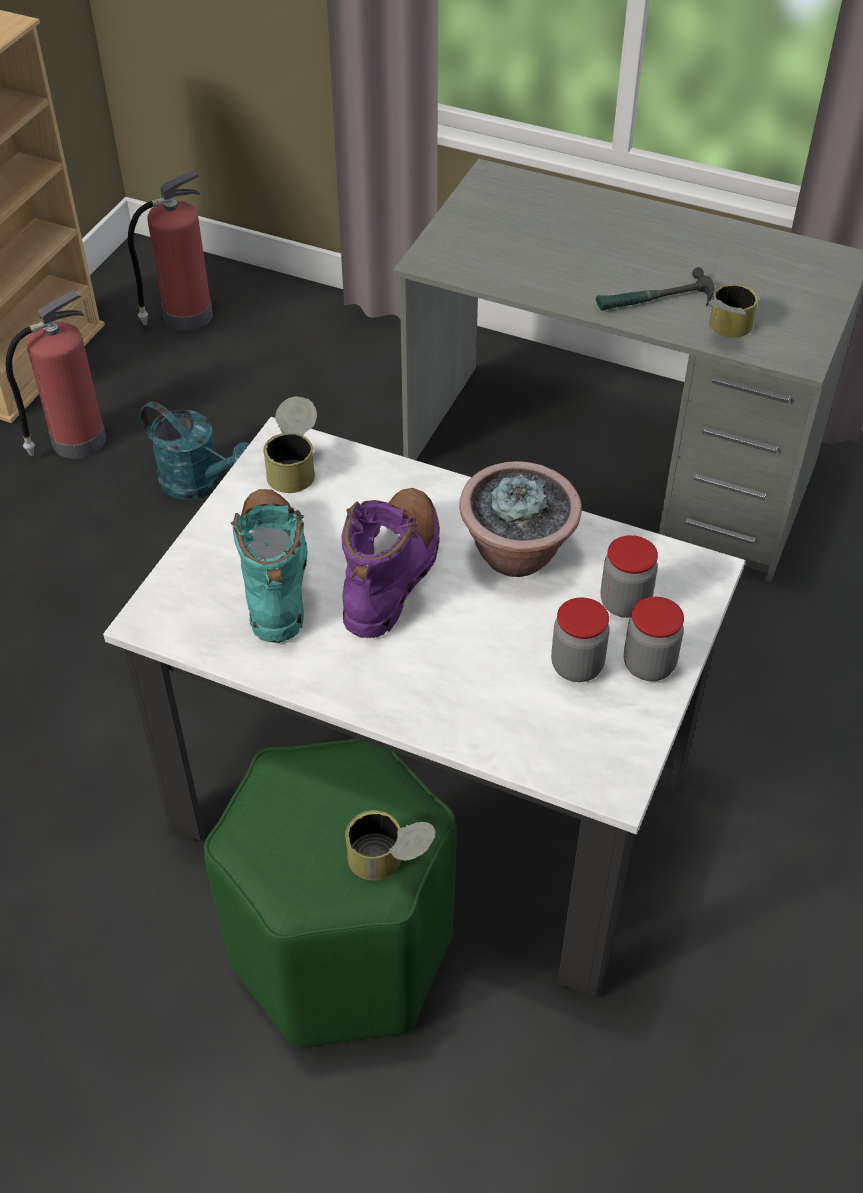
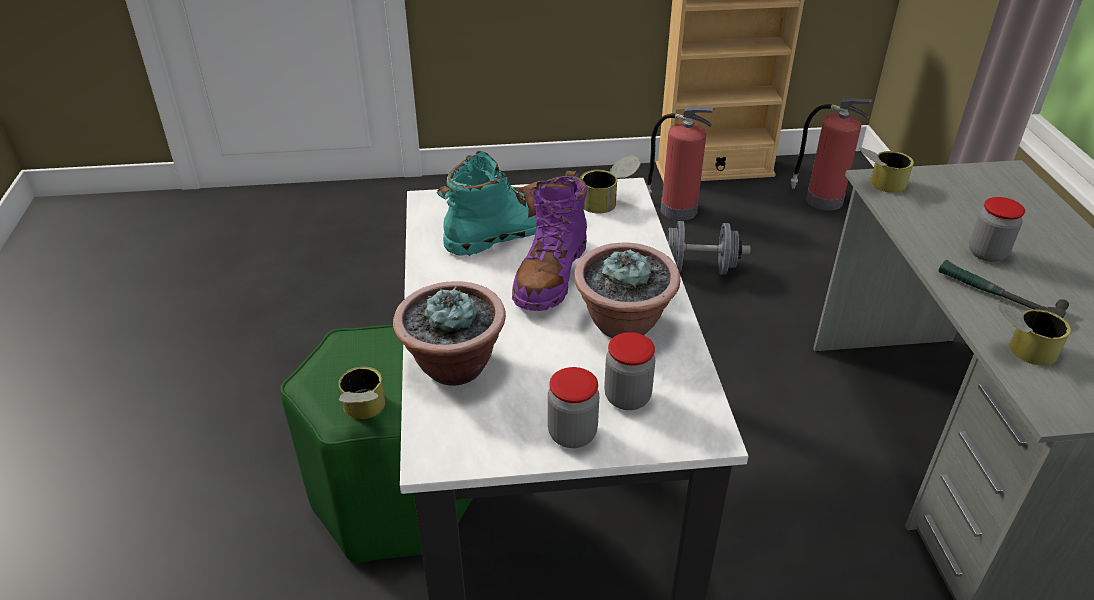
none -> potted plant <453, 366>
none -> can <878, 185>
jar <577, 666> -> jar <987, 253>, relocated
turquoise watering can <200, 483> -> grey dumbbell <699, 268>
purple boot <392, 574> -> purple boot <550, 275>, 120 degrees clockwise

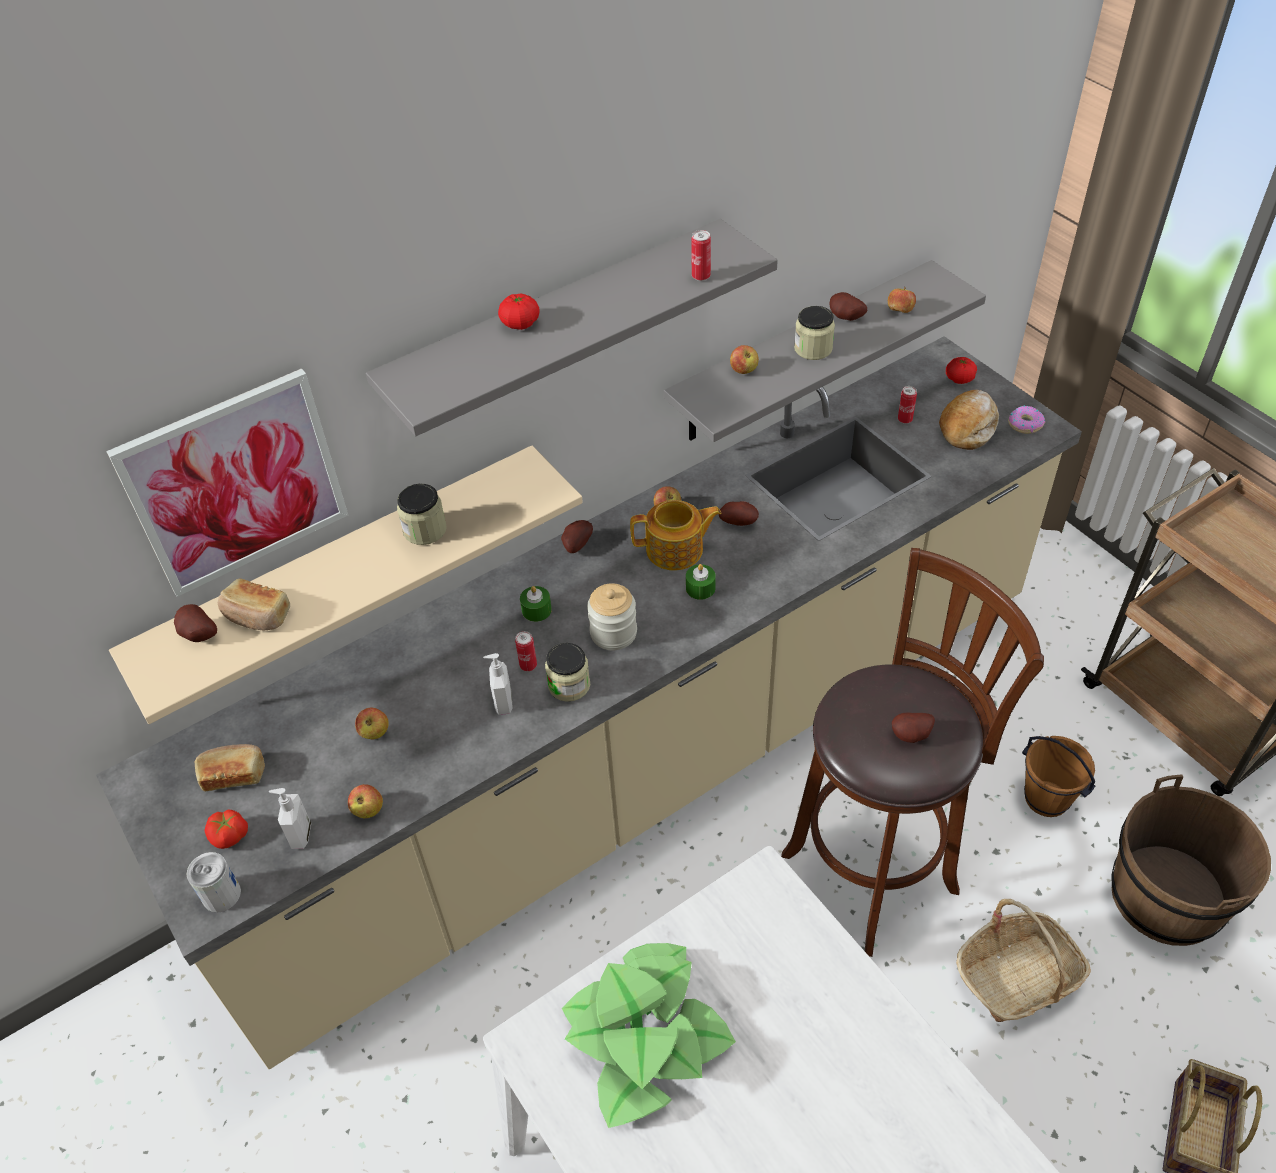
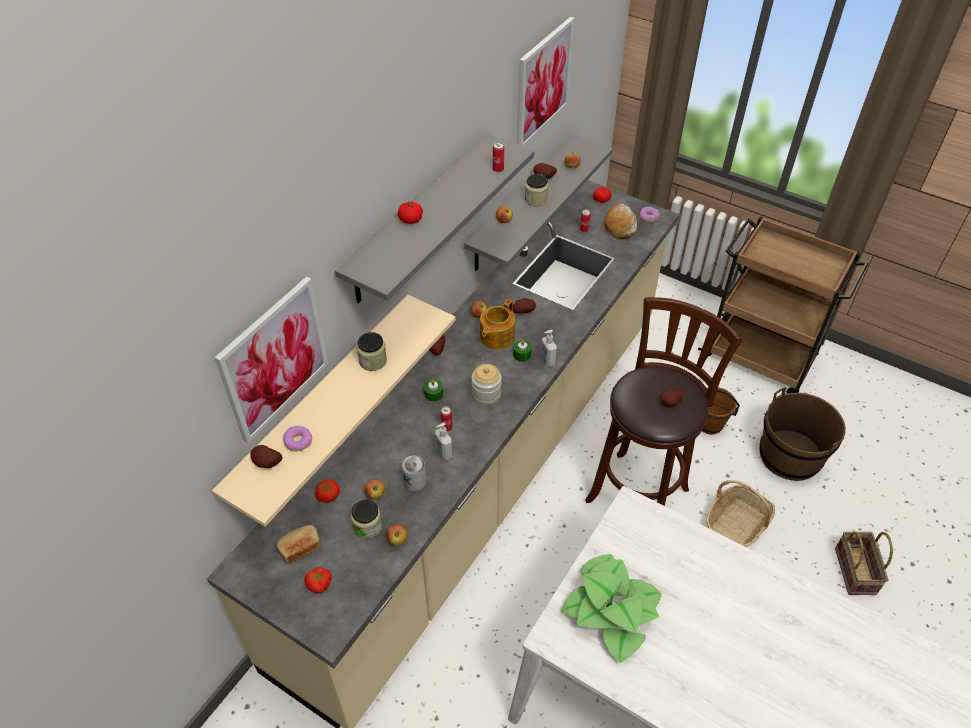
none -> tomato <328, 495>
none -> picture <543, 82>
can <221, 894> -> can <415, 481>, relocated
soap dispenser <300, 835> -> soap dispenser <547, 361>, relocated
jar <569, 685> -> jar <367, 526>, relocated
bread <257, 615> -> donut <298, 441>
teapot <676, 550> -> teapot <496, 337>, 150 degrees clockwise

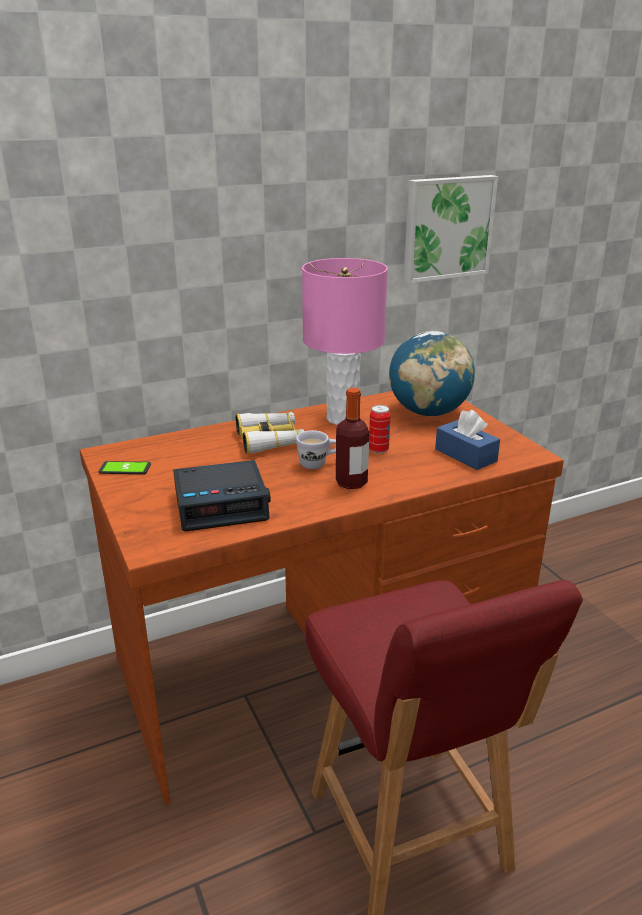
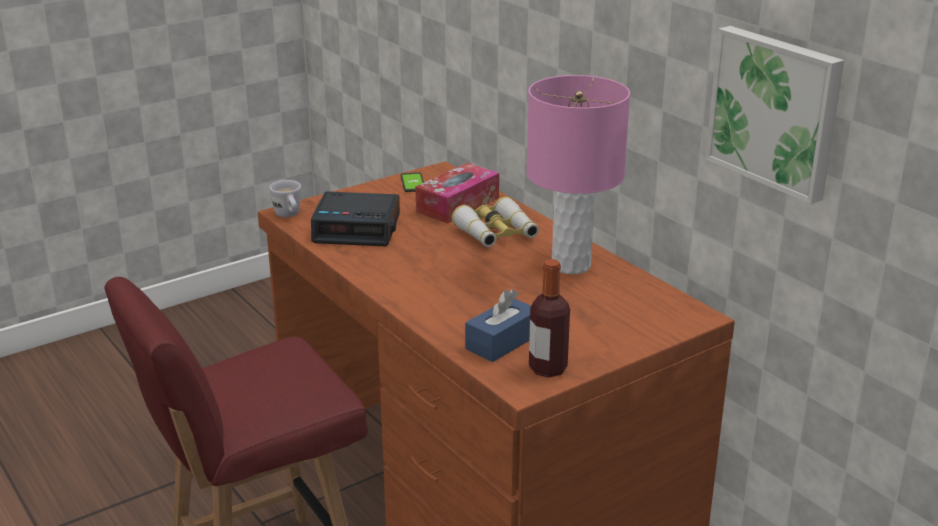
can <378, 450> -> none
globe <428, 412> -> none
none -> tissue box <458, 204>
white mug <318, 464> -> white mug <289, 216>, relocated
bottle <351, 483> -> bottle <547, 368>, relocated
alarm clock <222, 505> -> alarm clock <358, 228>, 60 degrees counterclockwise

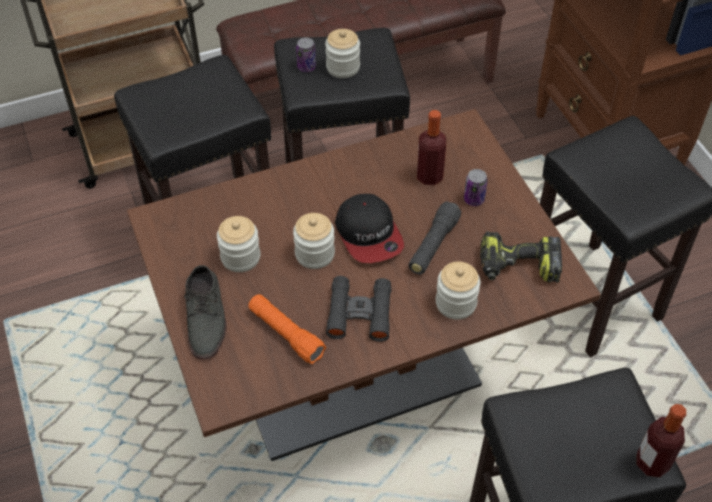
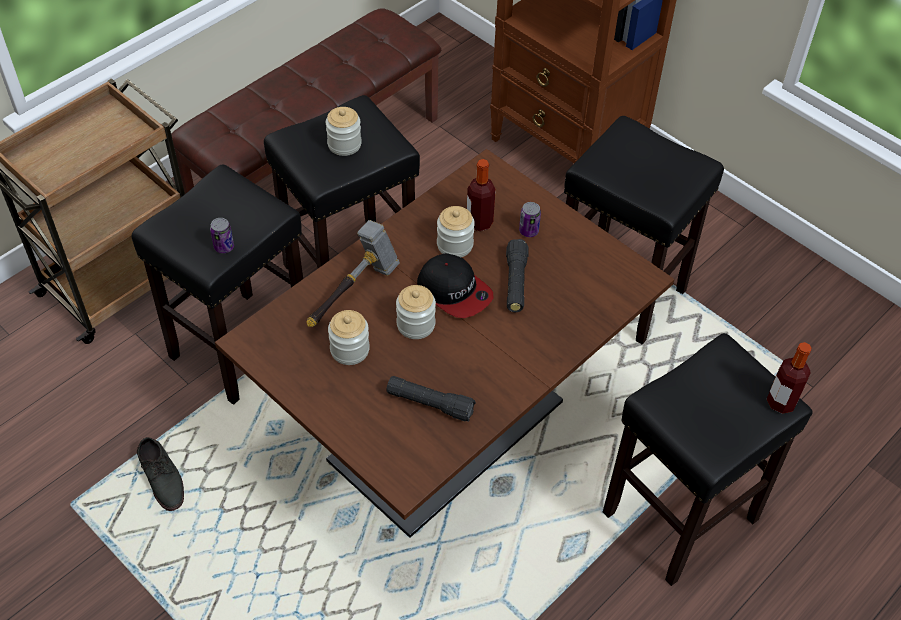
black binoculars <359, 313> -> none
power drill <518, 267> -> none
none -> hammer <353, 293>
grey shoe <206, 317> -> grey shoe <162, 477>, relocated
can <306, 67> -> can <224, 247>, relocated
jar <456, 303> -> jar <455, 245>, relocated
orange flashlight <286, 334> -> black flashlight <430, 404>

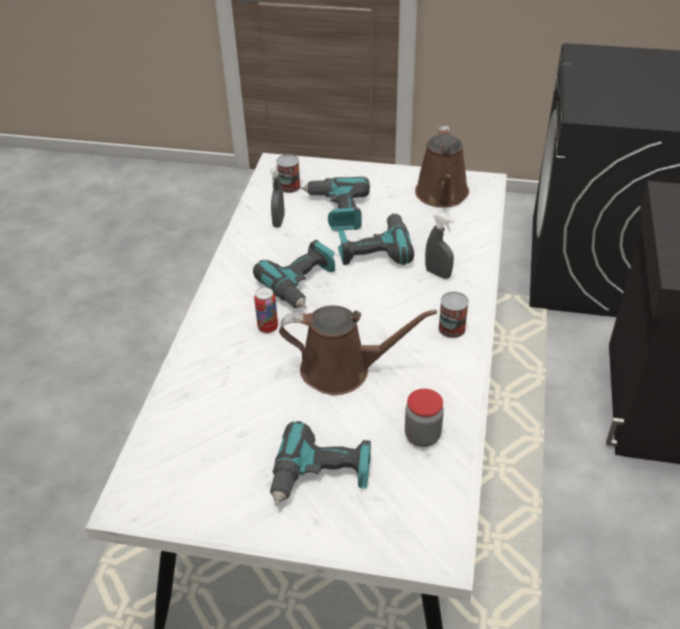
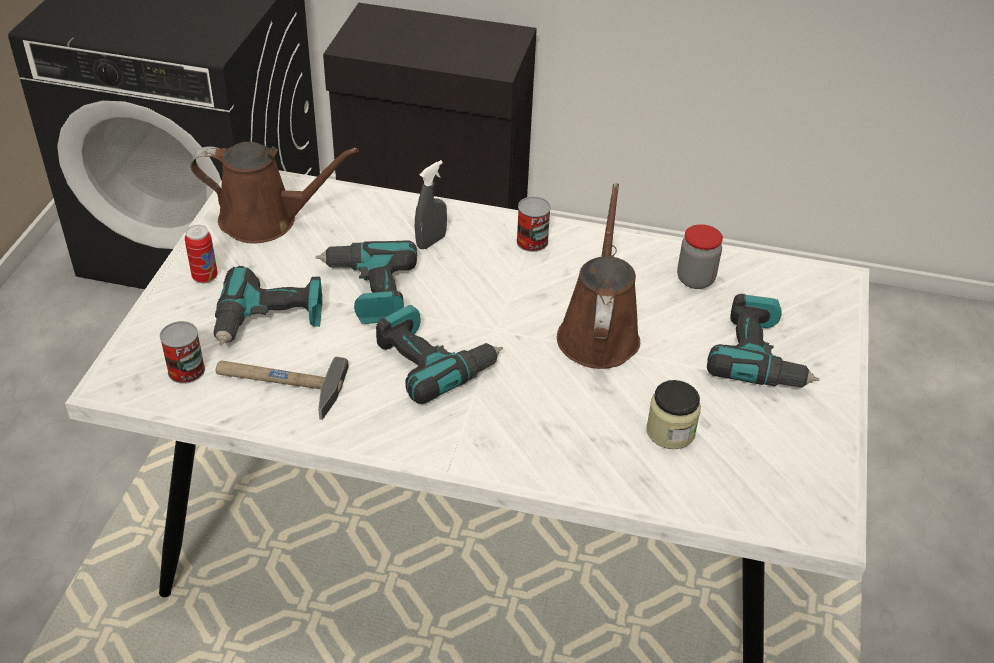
none -> jar <670, 432>
can <268, 327> -> can <205, 277>, relocated
grey spray bottle <278, 221> -> hammer <278, 384>

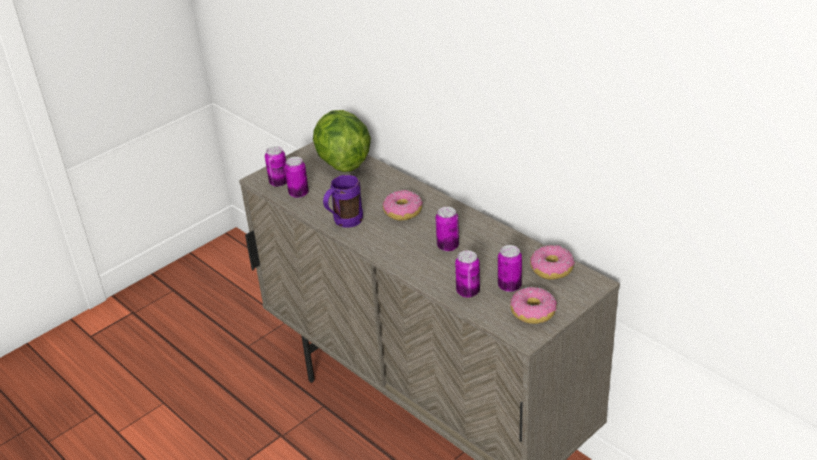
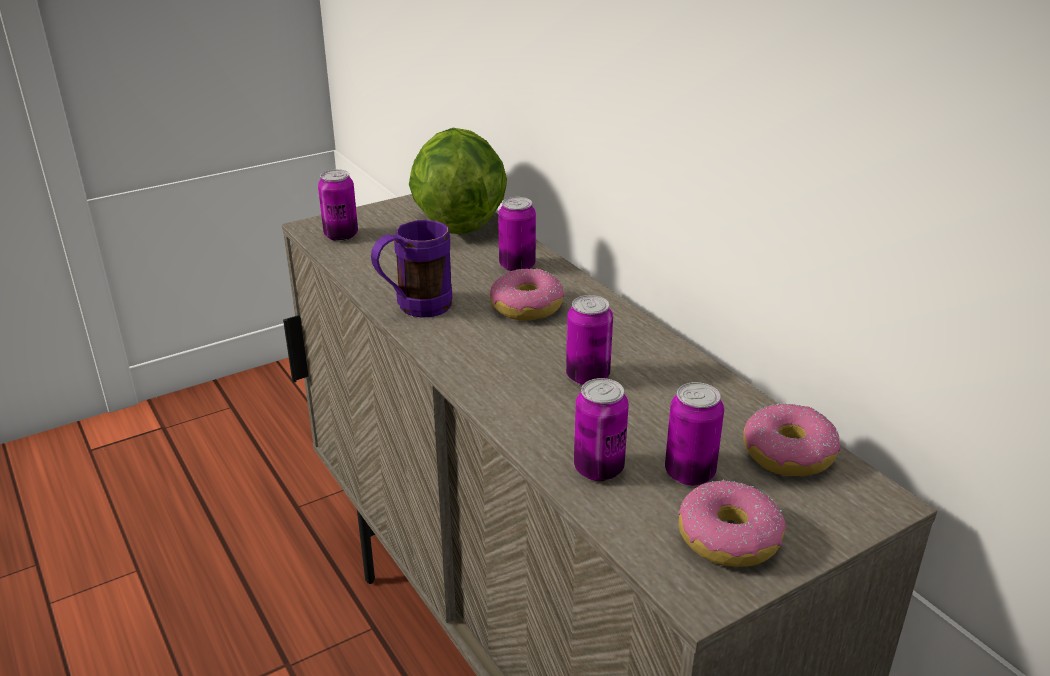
can <298, 194> -> can <517, 266>, relocated

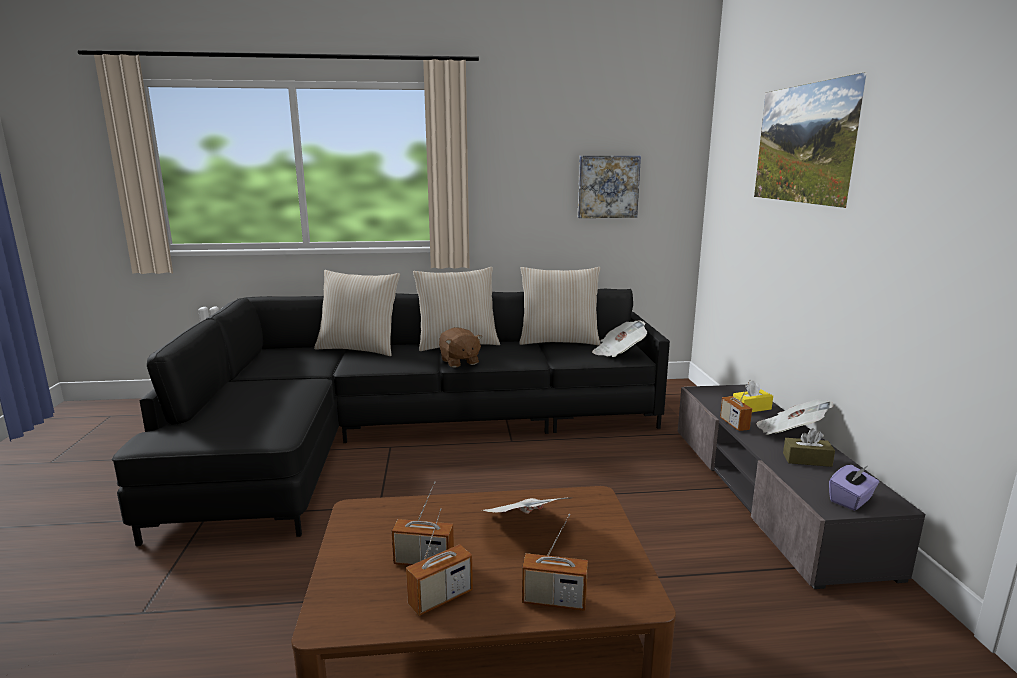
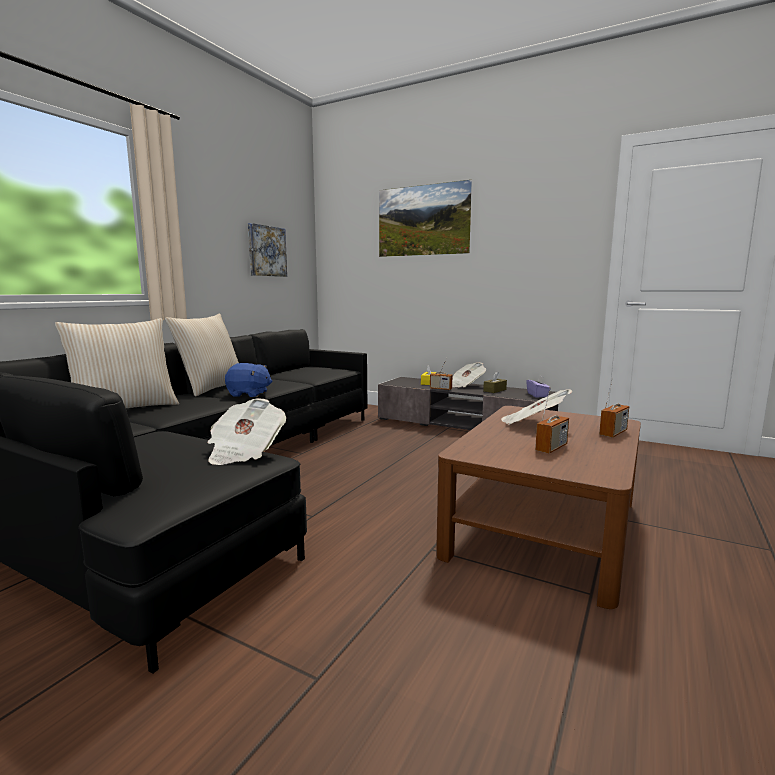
radio <440, 598> -> none
beige pillow <559, 341> -> none
newspaper <618, 352> -> newspaper <245, 452>, relocated
brown plush toy <459, 362> -> blue plush toy <249, 394>

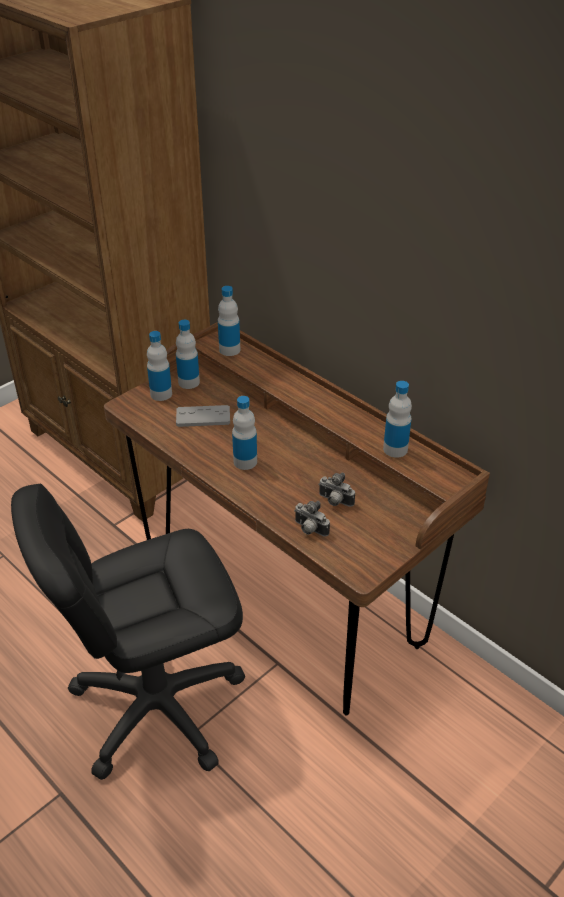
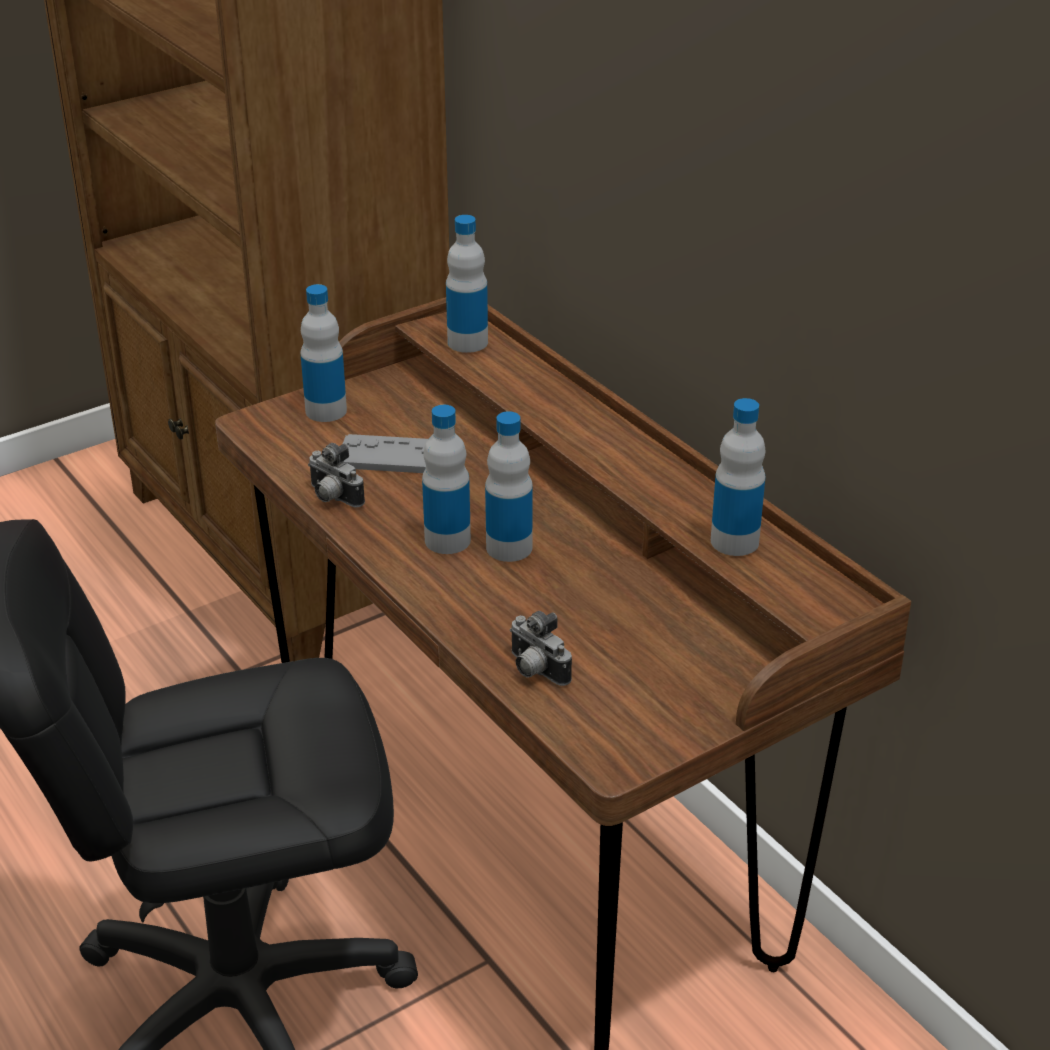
bottle <189, 382> -> bottle <509, 547>, relocated
photo camera <334, 501> -> photo camera <332, 498>, relocated

